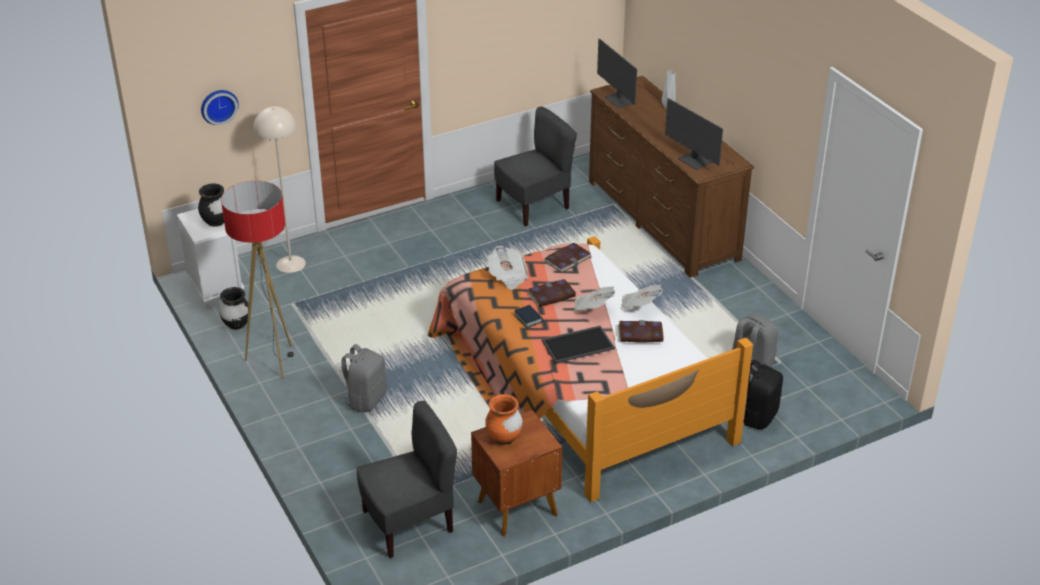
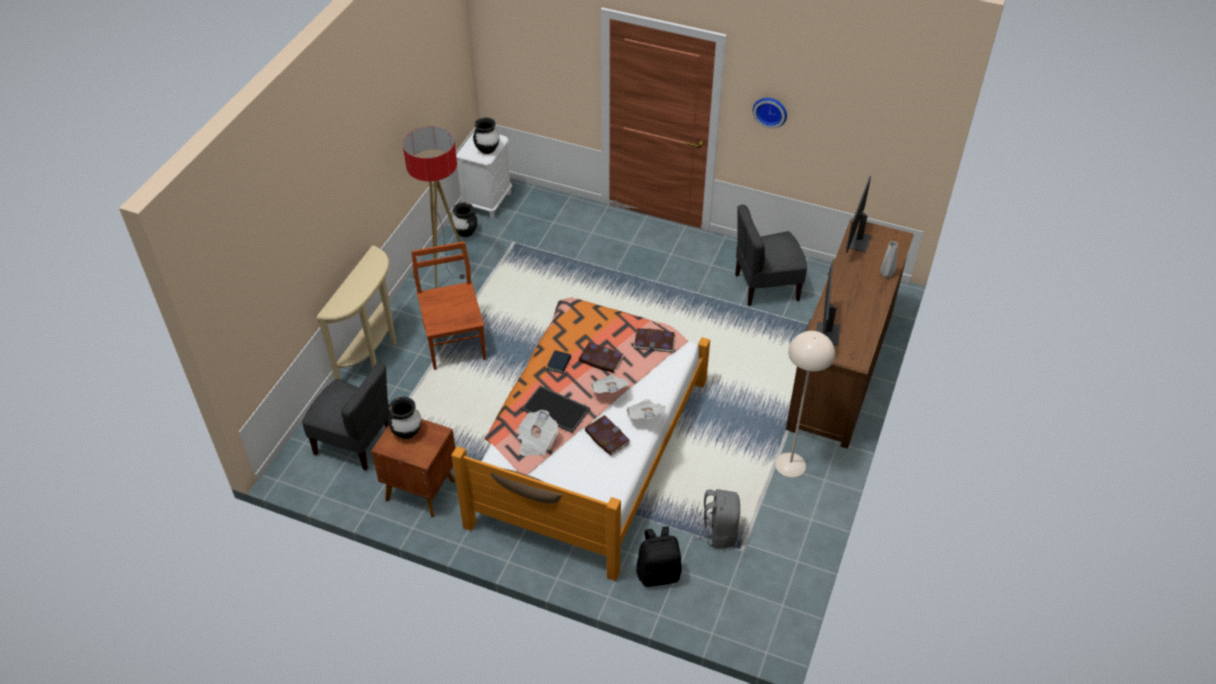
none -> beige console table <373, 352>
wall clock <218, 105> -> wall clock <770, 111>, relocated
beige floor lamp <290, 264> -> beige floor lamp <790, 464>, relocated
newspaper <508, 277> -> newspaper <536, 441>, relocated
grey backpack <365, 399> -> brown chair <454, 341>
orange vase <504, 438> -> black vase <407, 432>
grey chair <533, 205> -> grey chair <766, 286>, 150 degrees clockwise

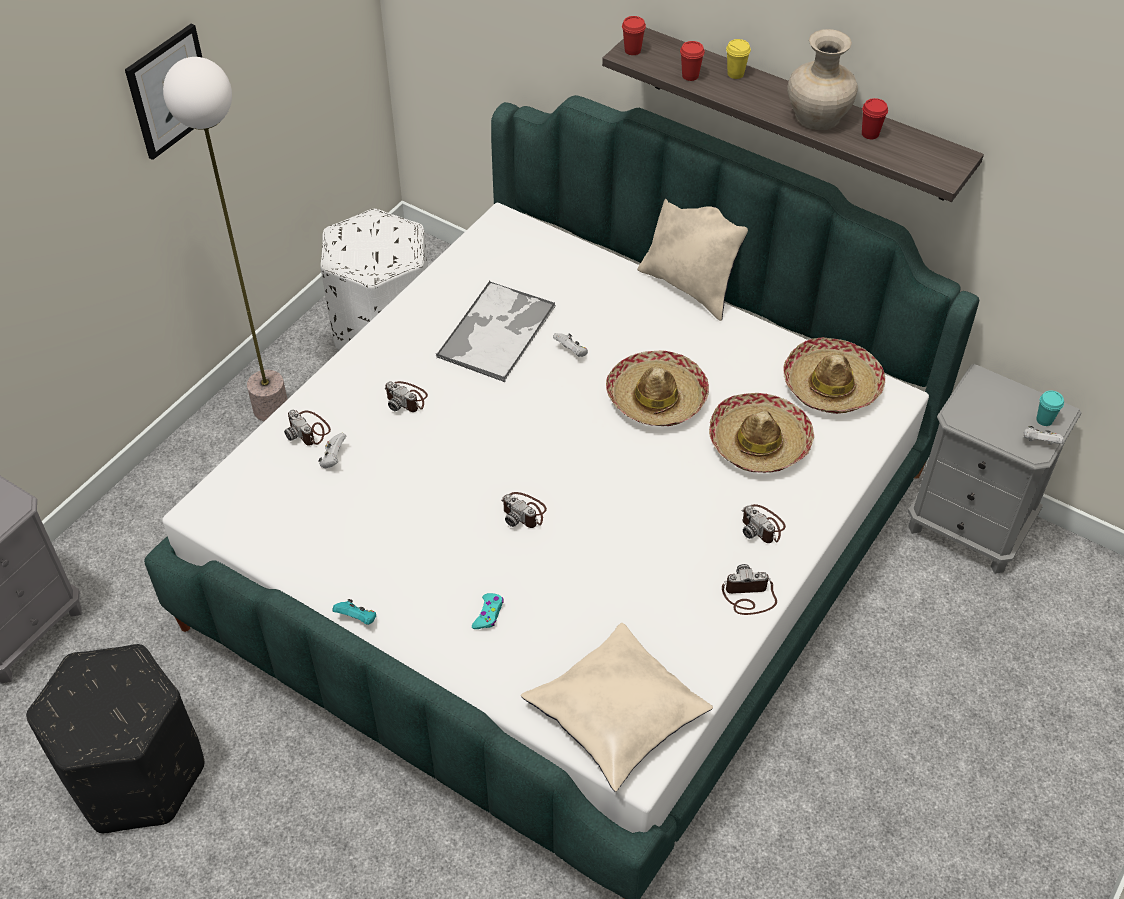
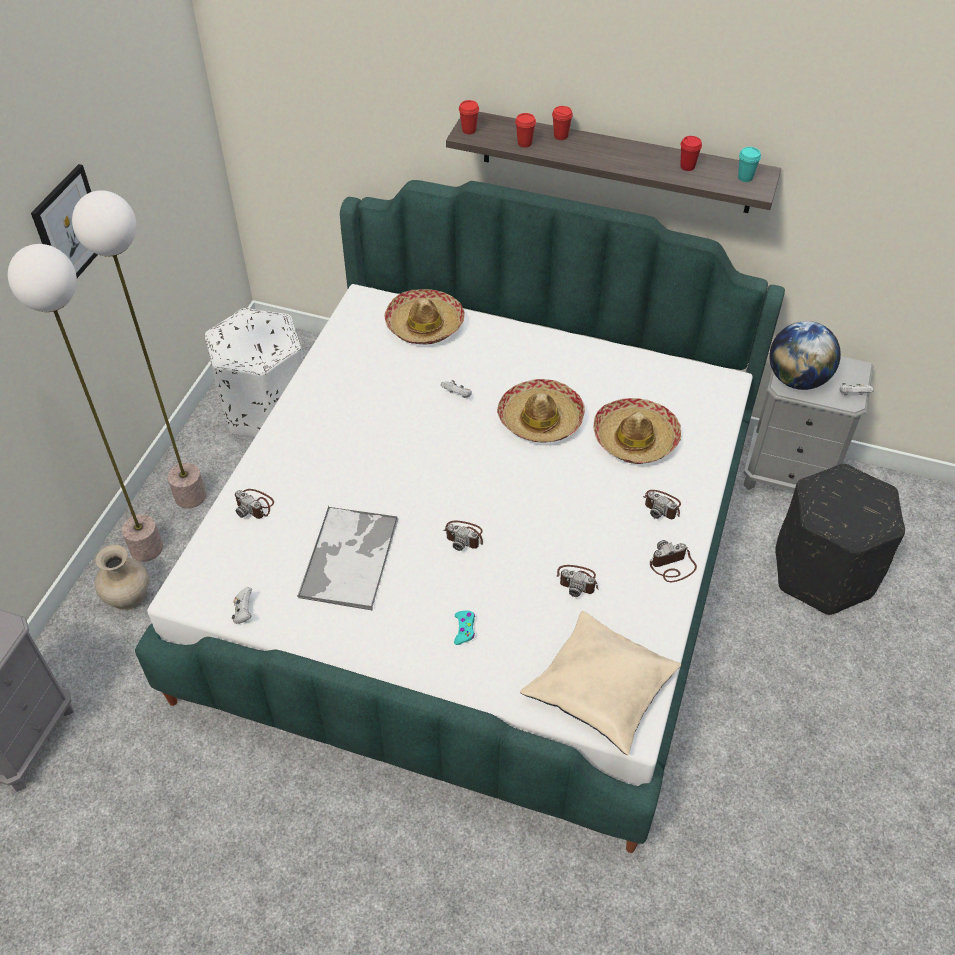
turquoise game controller <357, 619> -> none
beige pillow <690, 286> -> none
none -> floor lamp <146, 548>
none -> globe <797, 379>
black ottoman <135, 775> -> black ottoman <823, 573>, relocated
white game controller <333, 459> -> white game controller <244, 612>, relocated
photo camera <406, 398> -> photo camera <578, 581>, relocated
tray <497, 331> -> tray <349, 557>, relocated
hat <831, 385> -> hat <425, 325>, relocated
beige vase <818, 116> -> beige vase <129, 596>, relocated
turquoise cup <1044, 420> -> turquoise cup <745, 177>, relocated
yellow cup <735, 74> -> red cup <561, 136>

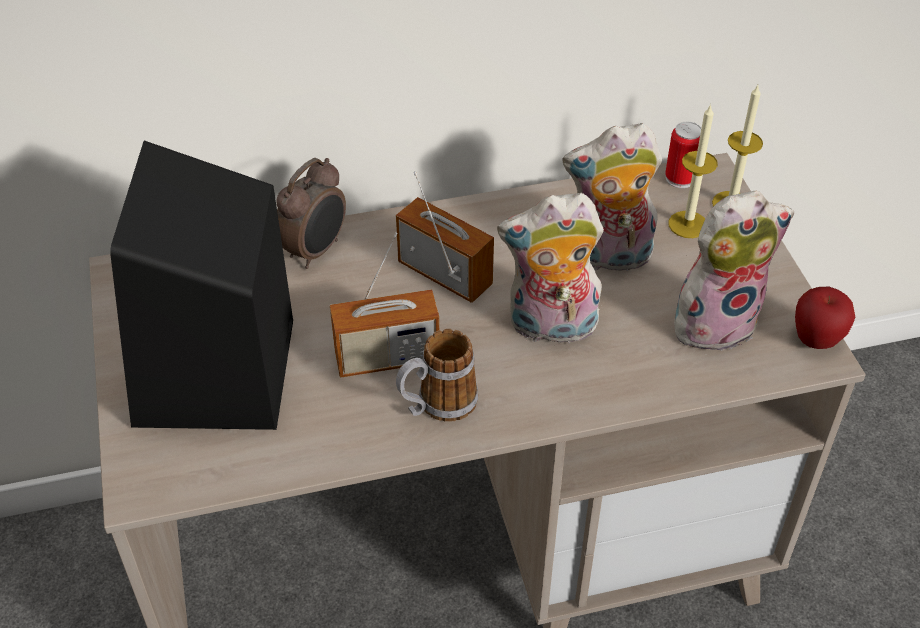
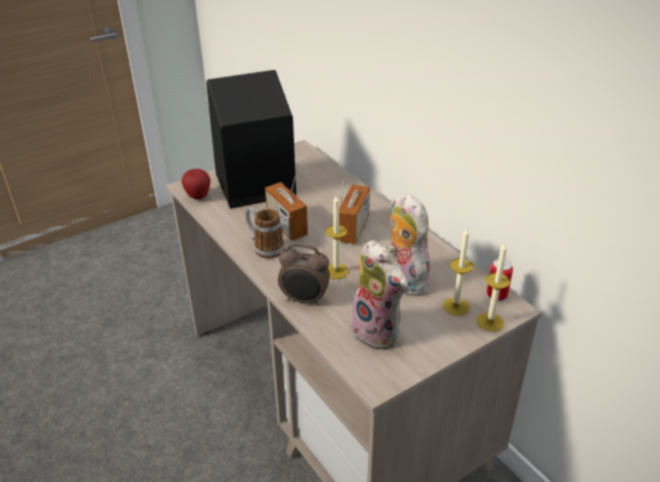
alarm clock <316, 251> -> alarm clock <304, 300>, relocated
apple <816, 340> -> apple <198, 197>, relocated
plush toy <550, 328> -> candle <336, 271>

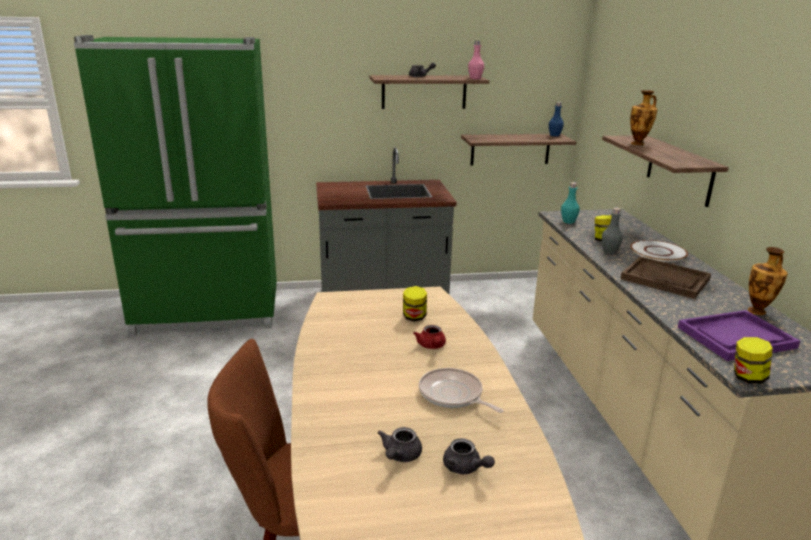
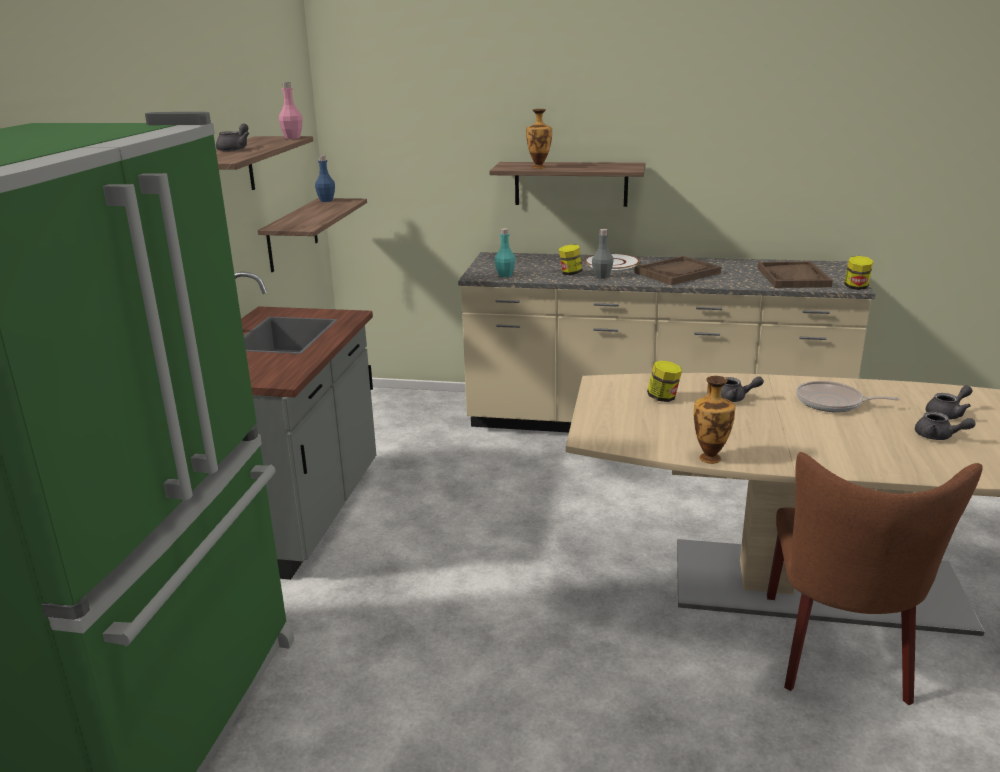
vase <758, 311> -> vase <710, 457>, relocated
red teapot <431, 346> -> grey teapot <734, 398>
purple tray <736, 337> -> brown tray <793, 277>
frying pan <453, 395> -> frying pan <832, 402>, 45 degrees clockwise

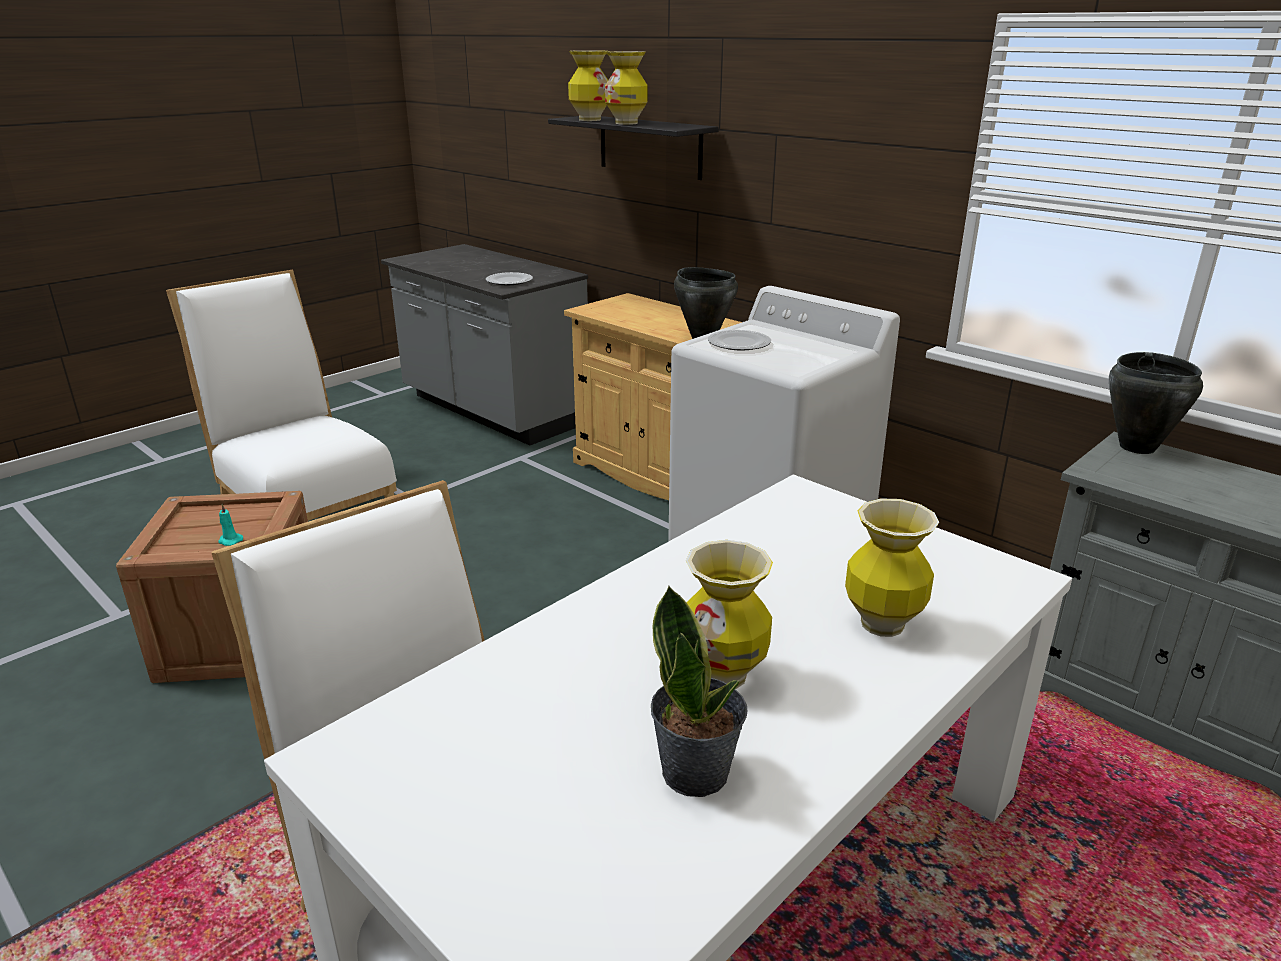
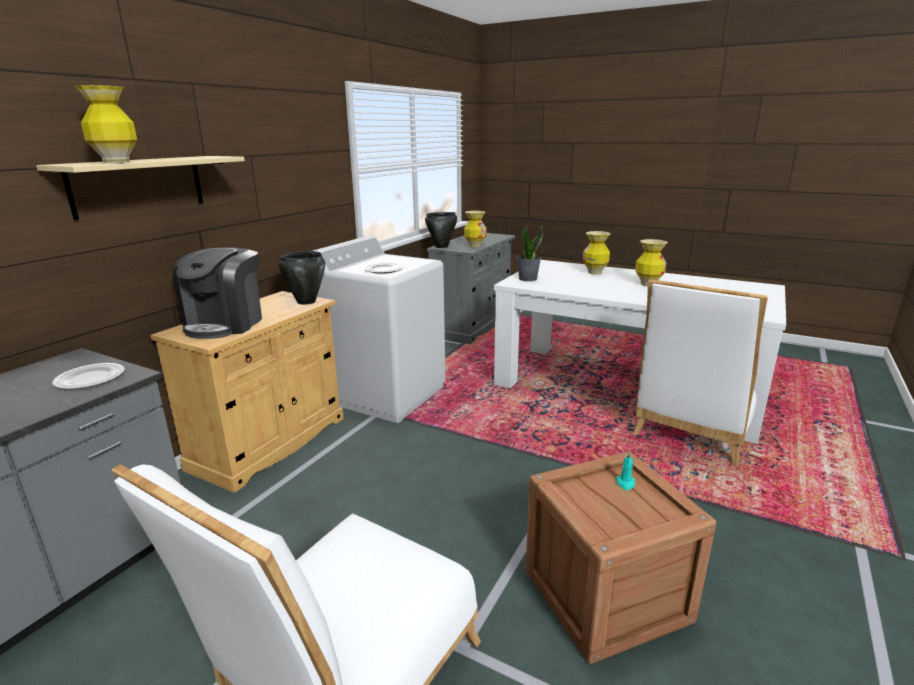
none -> coffee machine <225, 324>
vase <626, 123> -> vase <475, 246>, relocated
potted plant <696, 771> -> potted plant <527, 279>, relocated
black shelf <650, 147> -> beige shelf <138, 185>

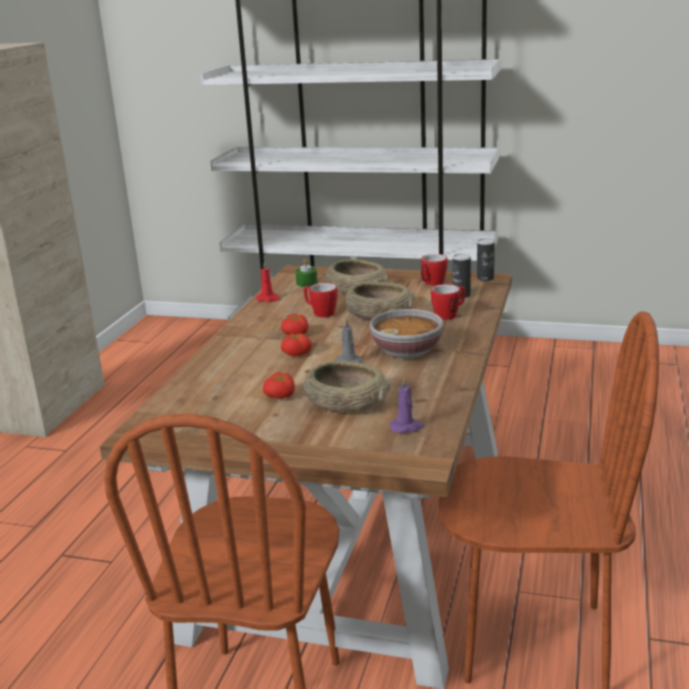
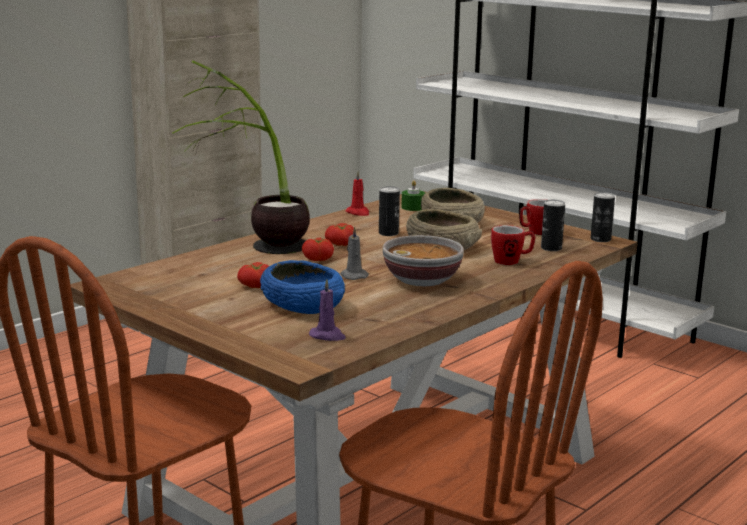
none -> potted plant <254, 253>
mug <320, 313> -> can <388, 233>
beige bowl <346, 403> -> blue bowl <303, 305>

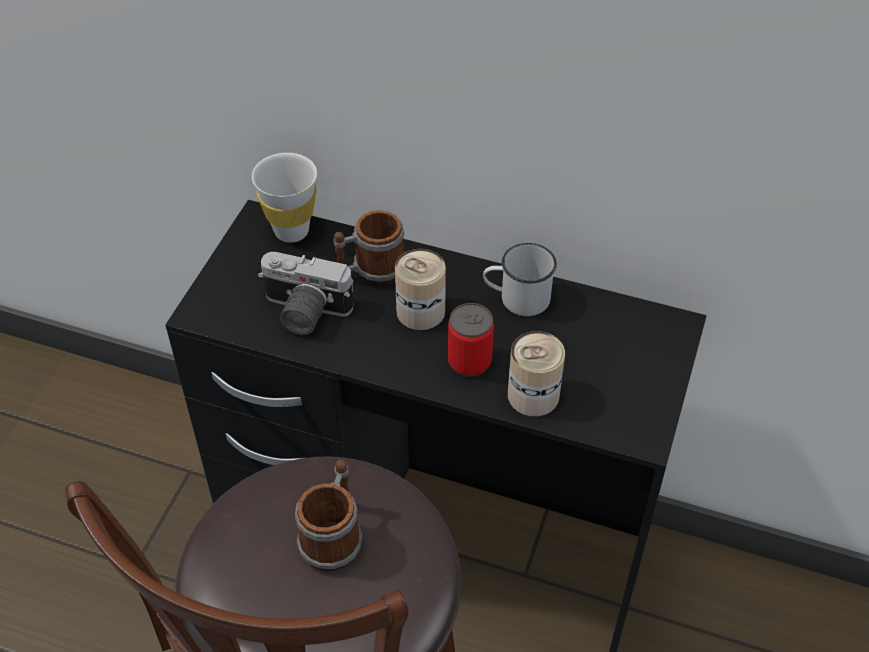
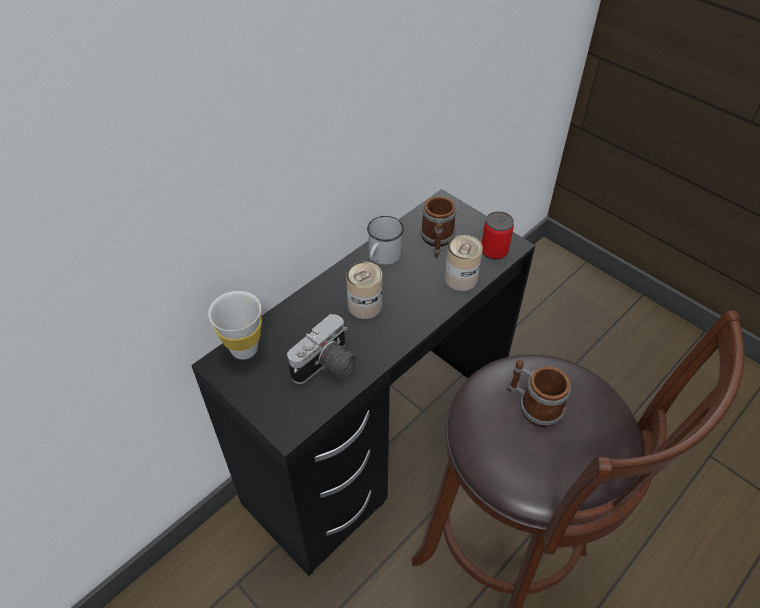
mug <370, 271> -> mug <437, 241>, relocated
can <469, 361> -> can <494, 251>, relocated

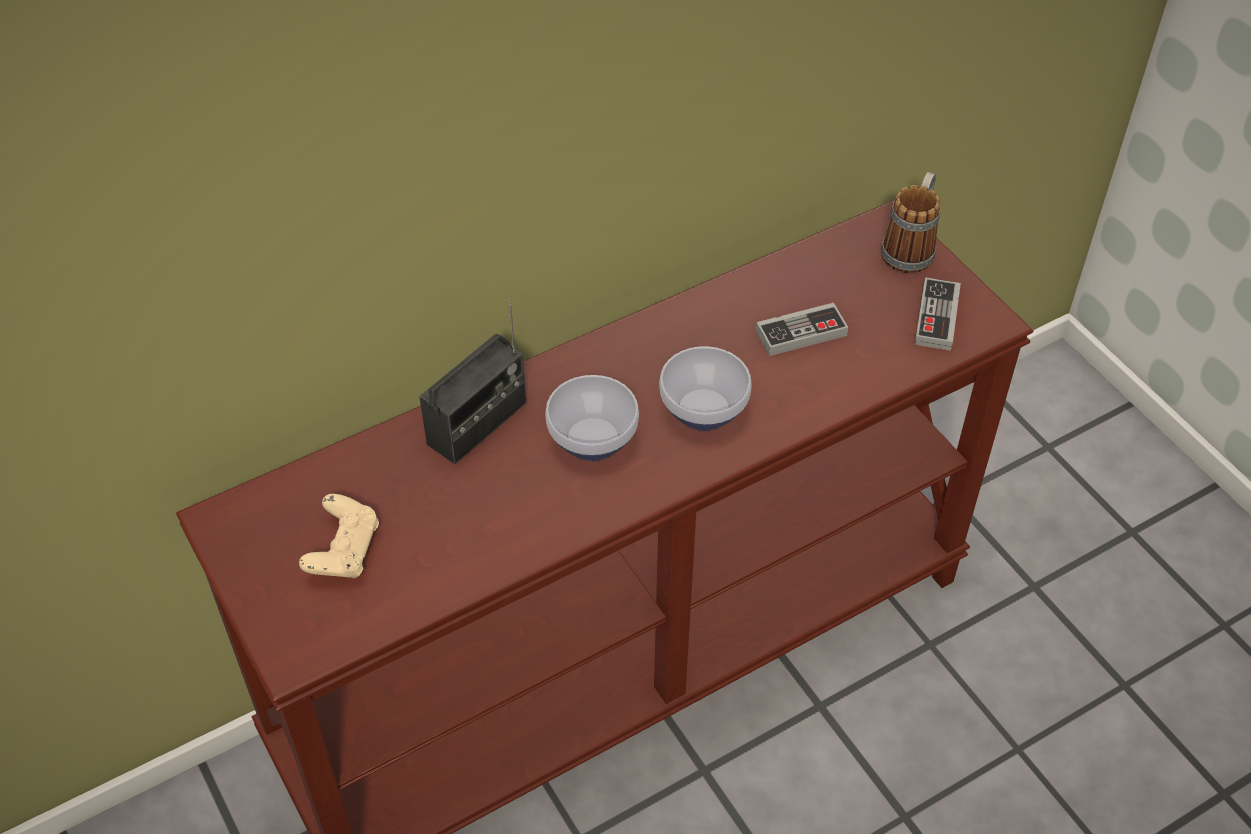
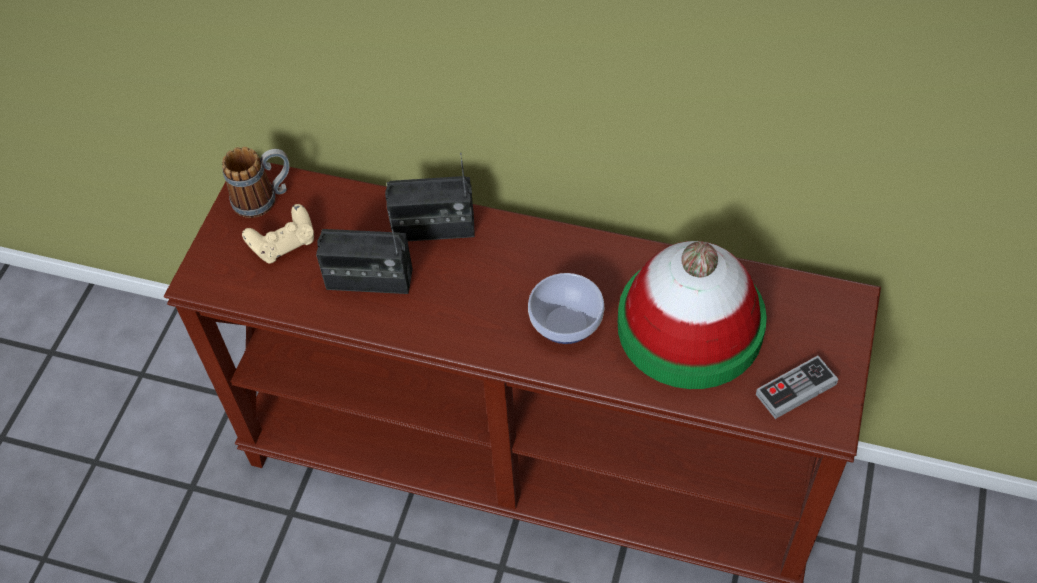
bowl <590, 441> -> none
none -> radio <369, 279>
mug <911, 248> -> mug <264, 198>, relocated
game controller <801, 333> -> hat <690, 326>

